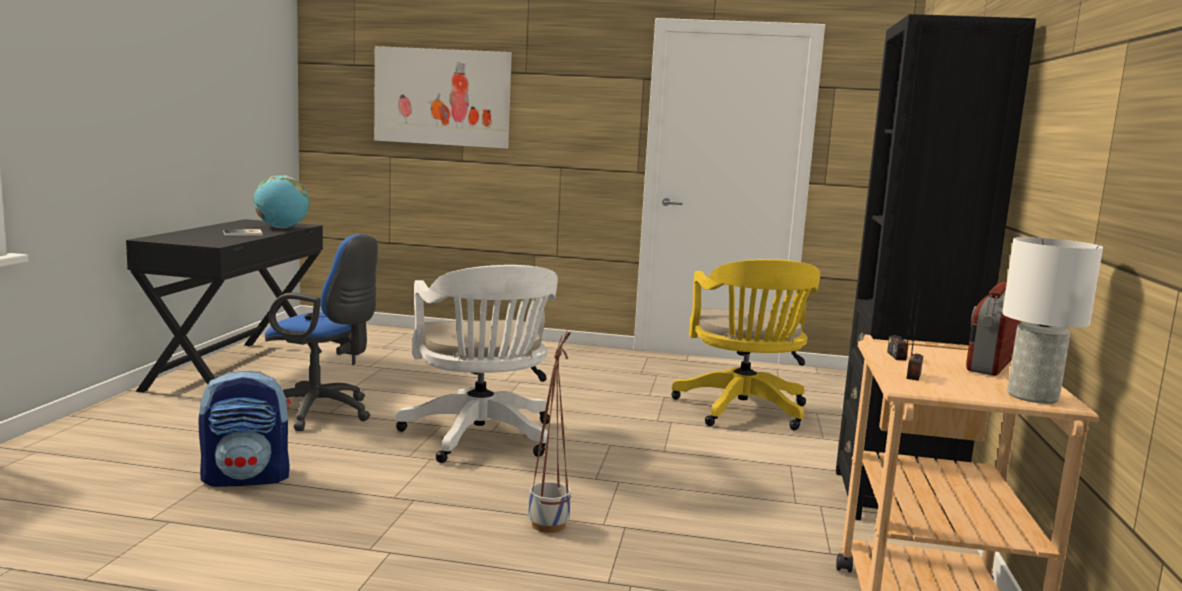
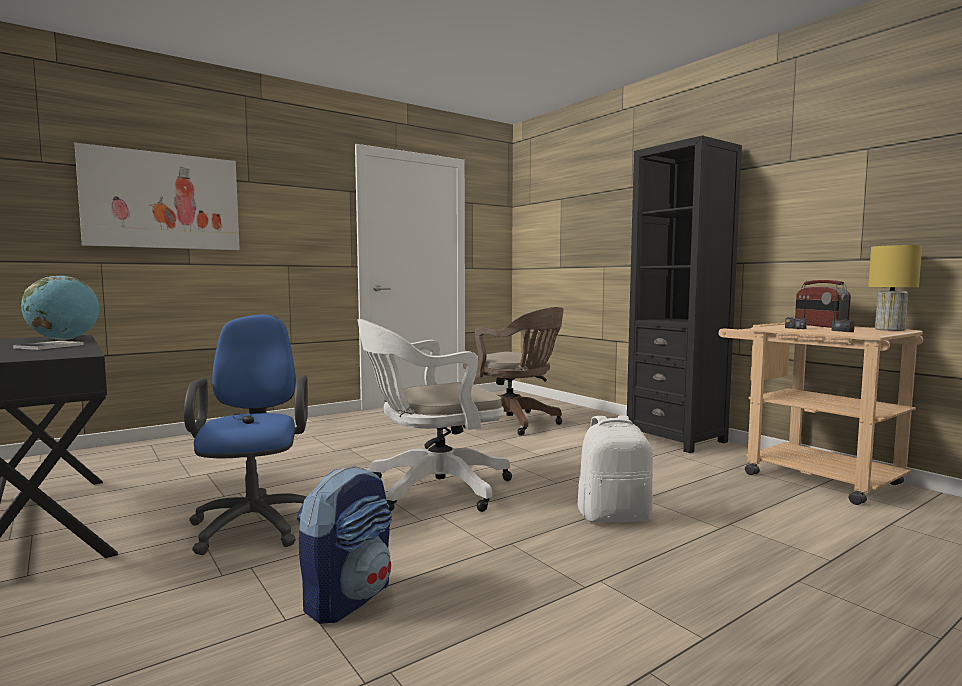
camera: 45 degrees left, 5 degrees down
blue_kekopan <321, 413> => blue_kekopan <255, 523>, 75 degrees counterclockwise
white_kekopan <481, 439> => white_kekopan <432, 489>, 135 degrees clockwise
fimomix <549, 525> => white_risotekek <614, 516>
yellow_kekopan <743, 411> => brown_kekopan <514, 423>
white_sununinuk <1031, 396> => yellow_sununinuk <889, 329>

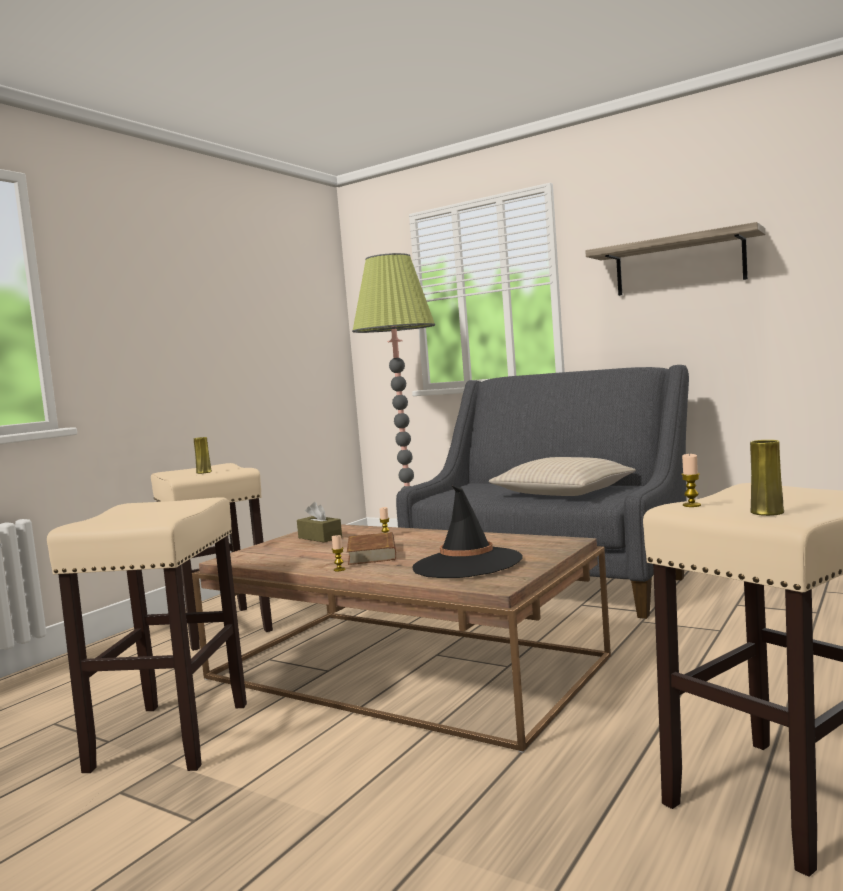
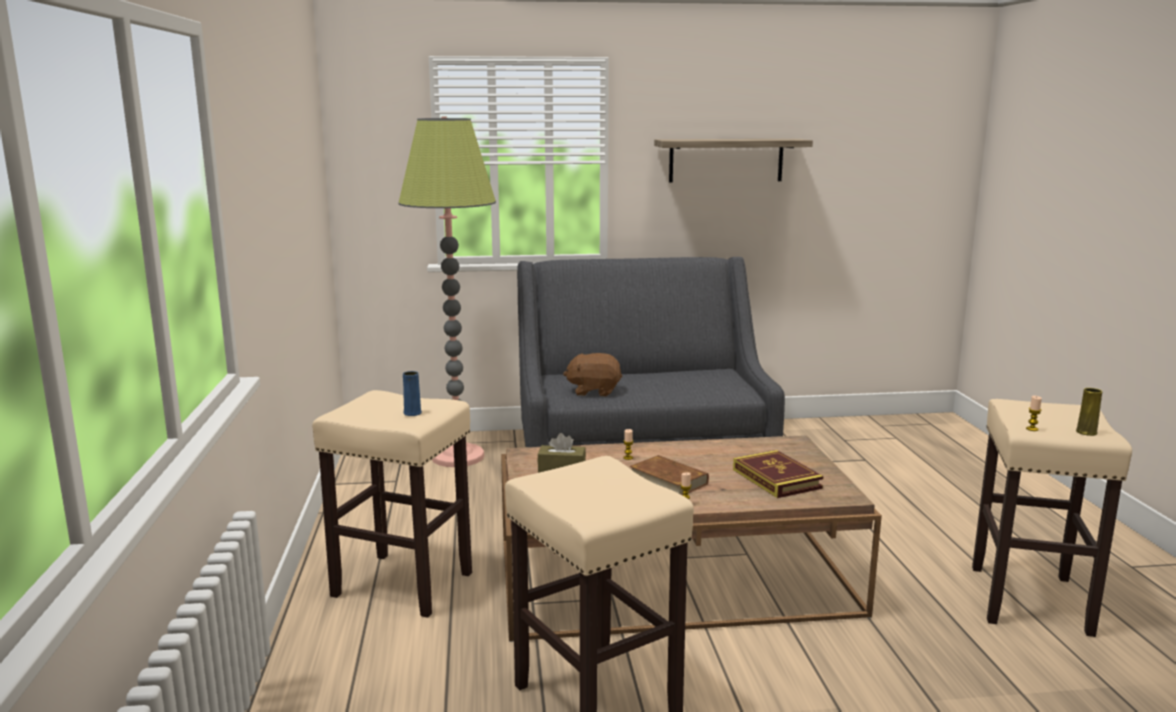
camera: 40 degrees left, 10 degrees up
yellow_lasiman <204, 472> => blue_lasiman <412, 413>
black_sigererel <467, 564> => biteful <776, 479>
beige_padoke <563, 492> => nothing
nothing => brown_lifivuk <594, 391>

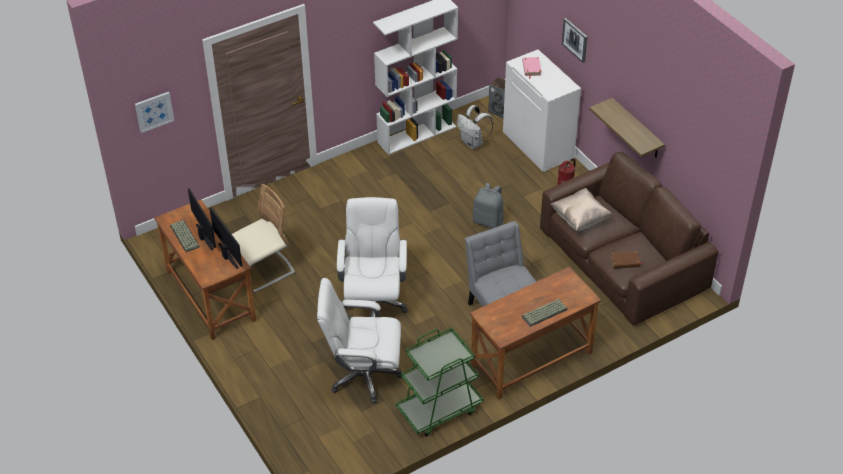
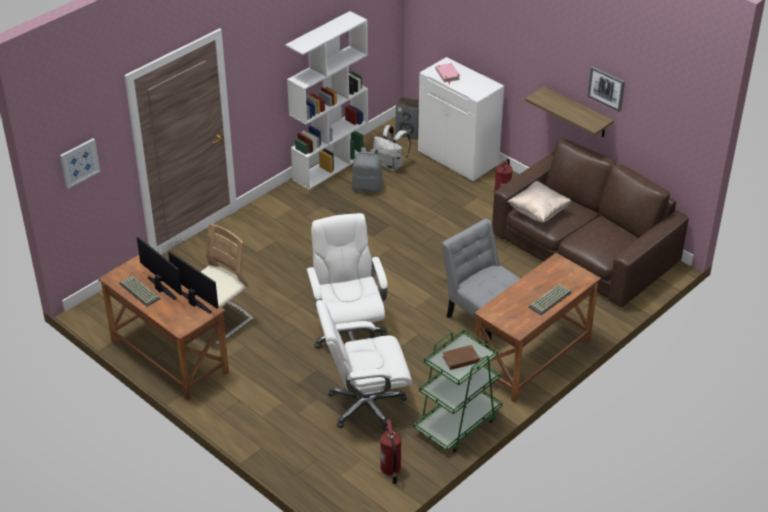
camera: 15 degrees left, 5 degrees down
grey_risotekek <488, 221> => grey_risotekek <367, 187>, relocated
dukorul <575, 40> => dukorul <606, 88>, relocated
brown_biteful <625, 261> => brown_biteful <461, 359>, relocated
nothing => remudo <390, 470>

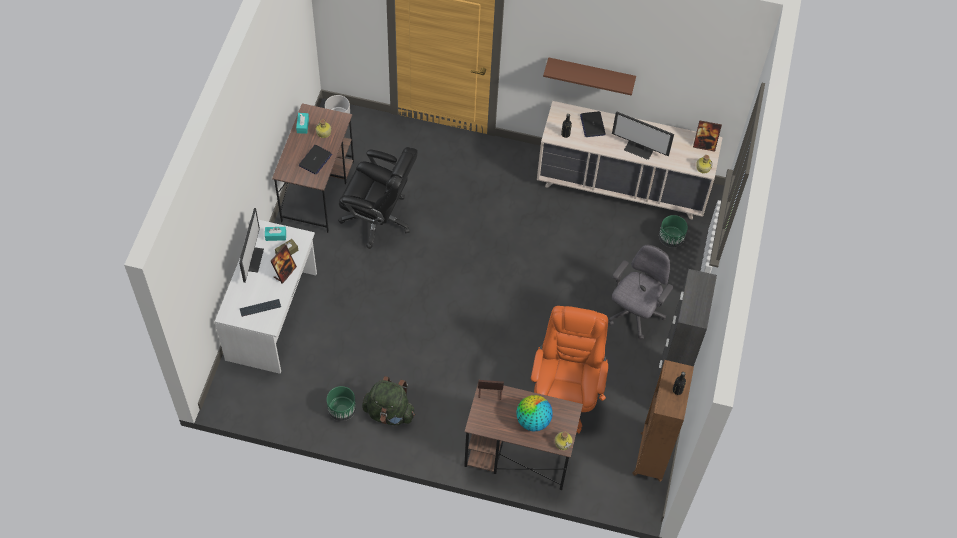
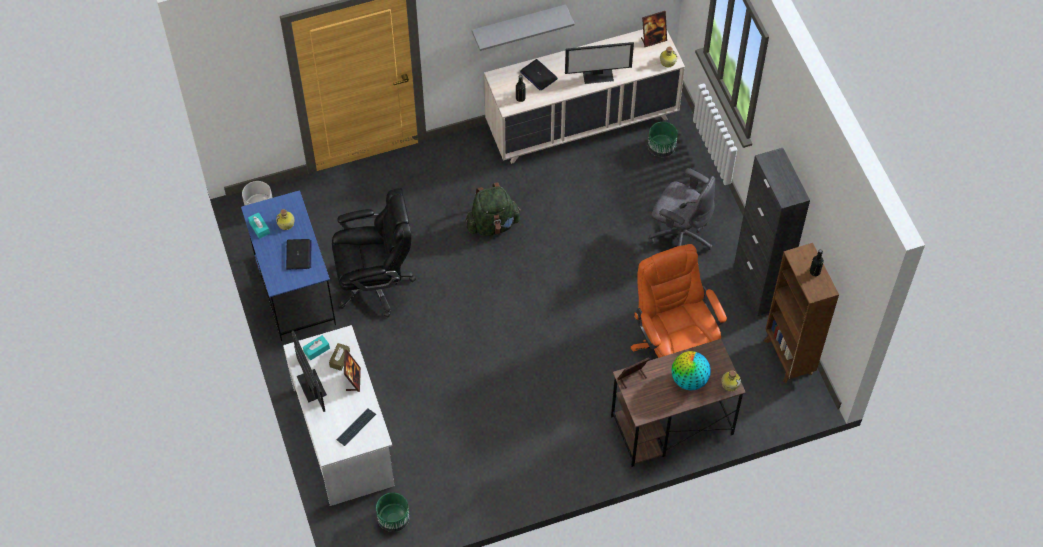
camera: 30 degrees left, 0 degrees up
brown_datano <318, 190> => blue_datano <294, 289>
green_fimomix <341, 410> => green_fimomix <393, 519>, relocated
green_risotekek <389, 413> => green_risotekek <493, 224>, relocated
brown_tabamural <590, 74> => grey_tabamural <518, 26>
grey_kekopan <634, 314> => grey_kekopan <680, 236>, 120 degrees clockwise

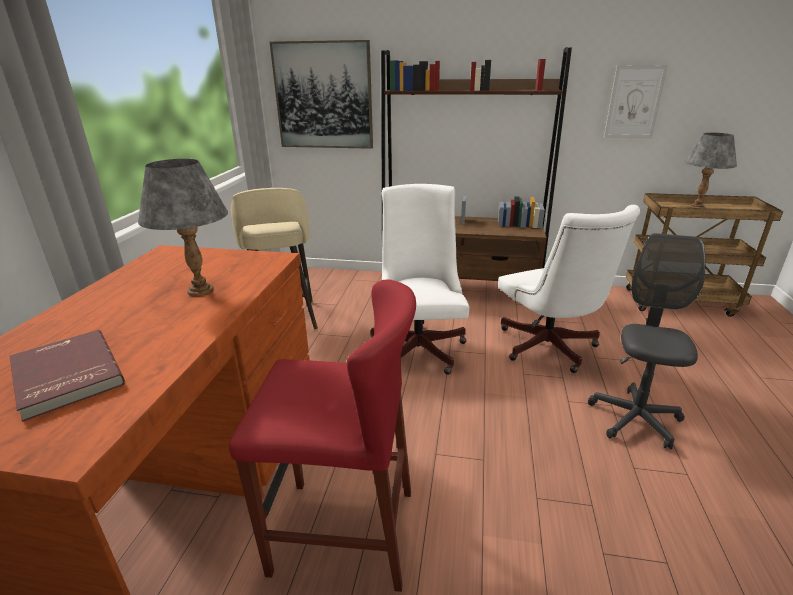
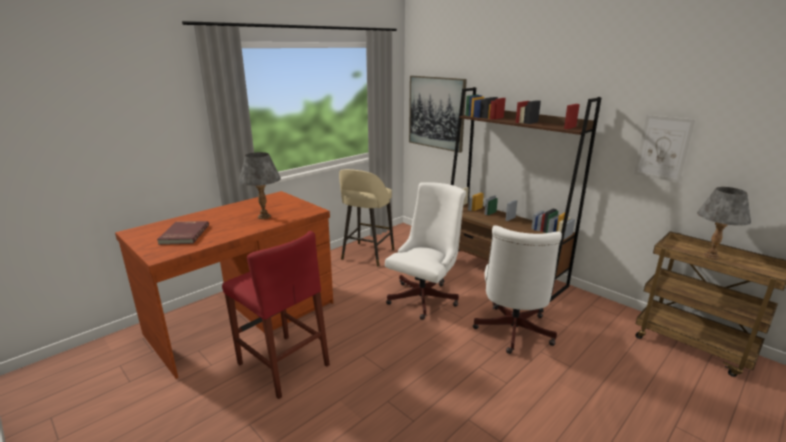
camera: 35 degrees right, 5 degrees down
grey_kekopan <634, 419> => nothing

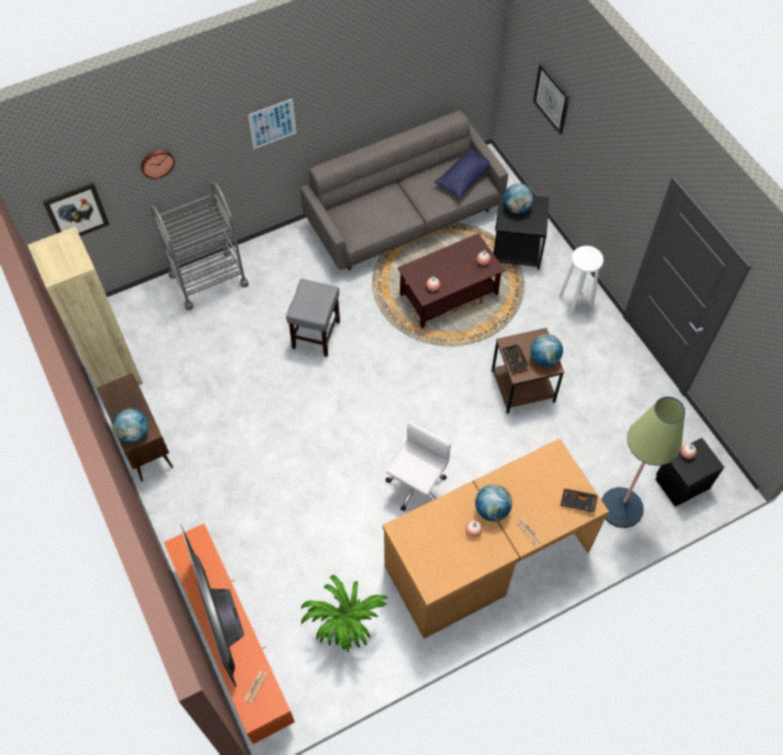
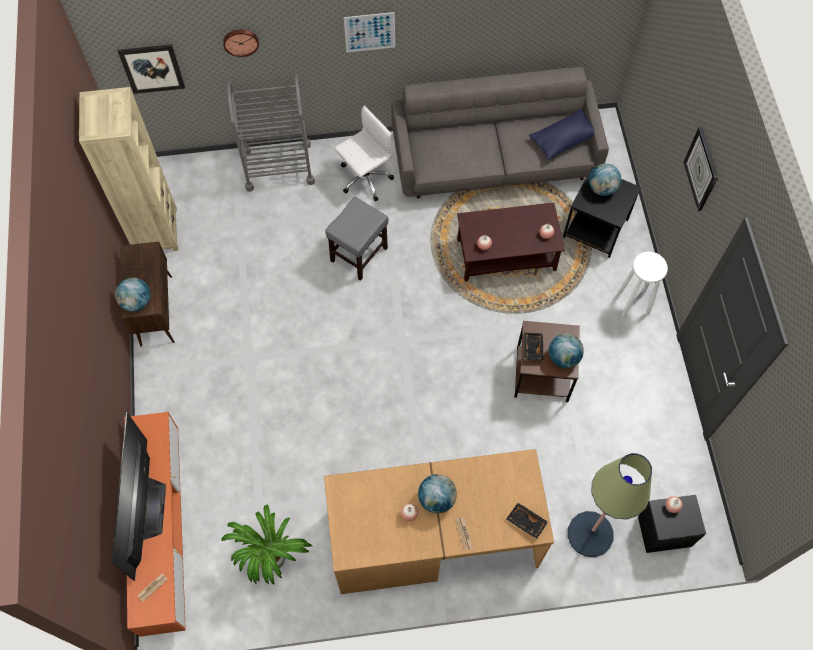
camera: 20 degrees right, 5 degrees up
white_kekopan <416, 488> => white_kekopan <364, 179>, relocated
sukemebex <552, 98> => sukemebex <701, 169>, relocated

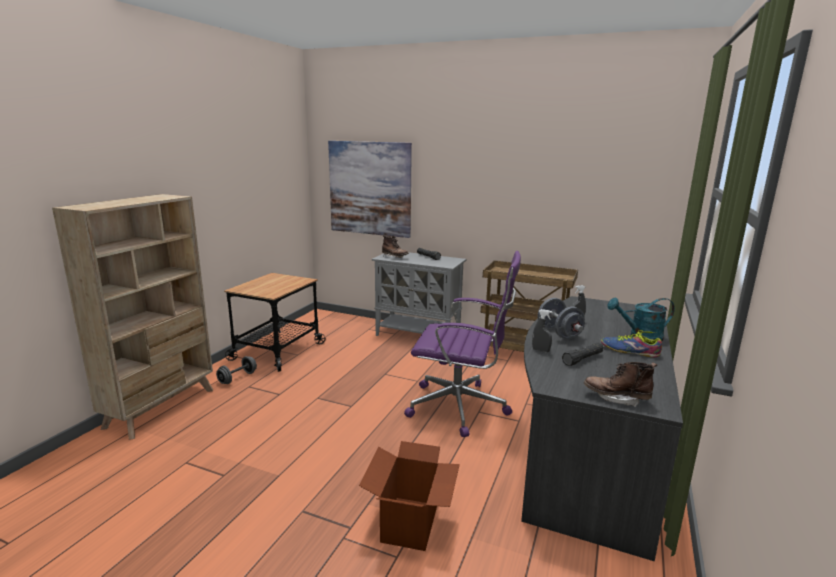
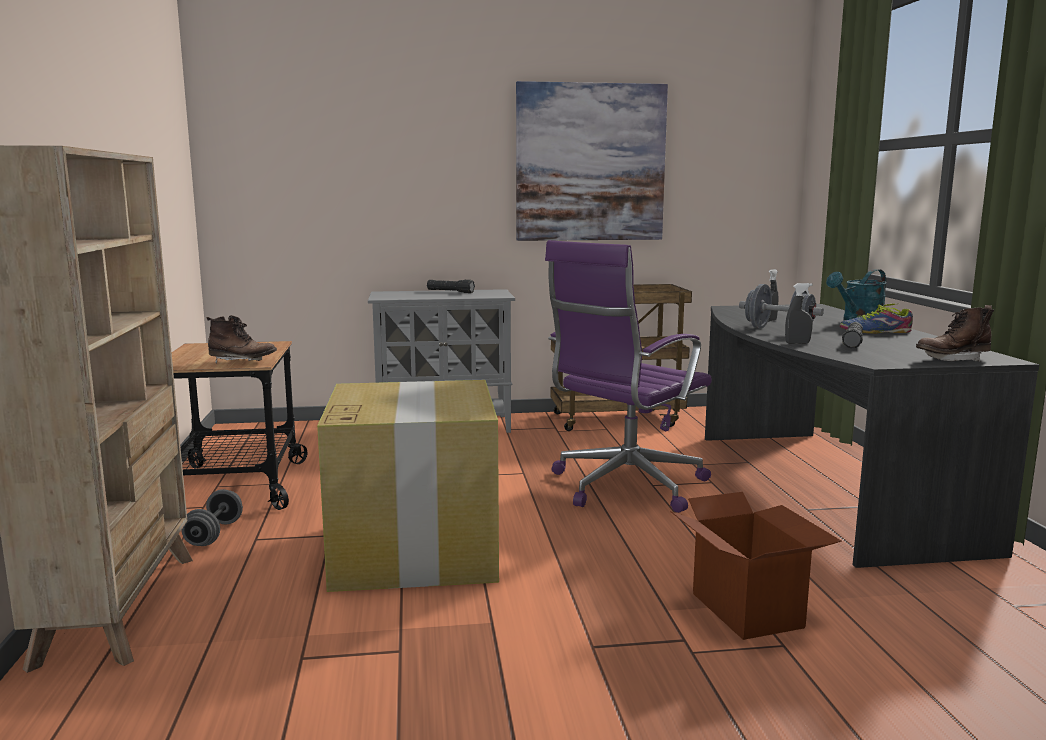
camera: 30 degrees left, 5 degrees down
dukorul <370, 188> => dukorul <590, 163>, relocated
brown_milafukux <394, 257> => brown_milafukux <242, 362>, relocated
purple_kekopan <460, 407> => purple_kekopan <624, 486>, 150 degrees clockwise
nothing => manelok <415, 549>

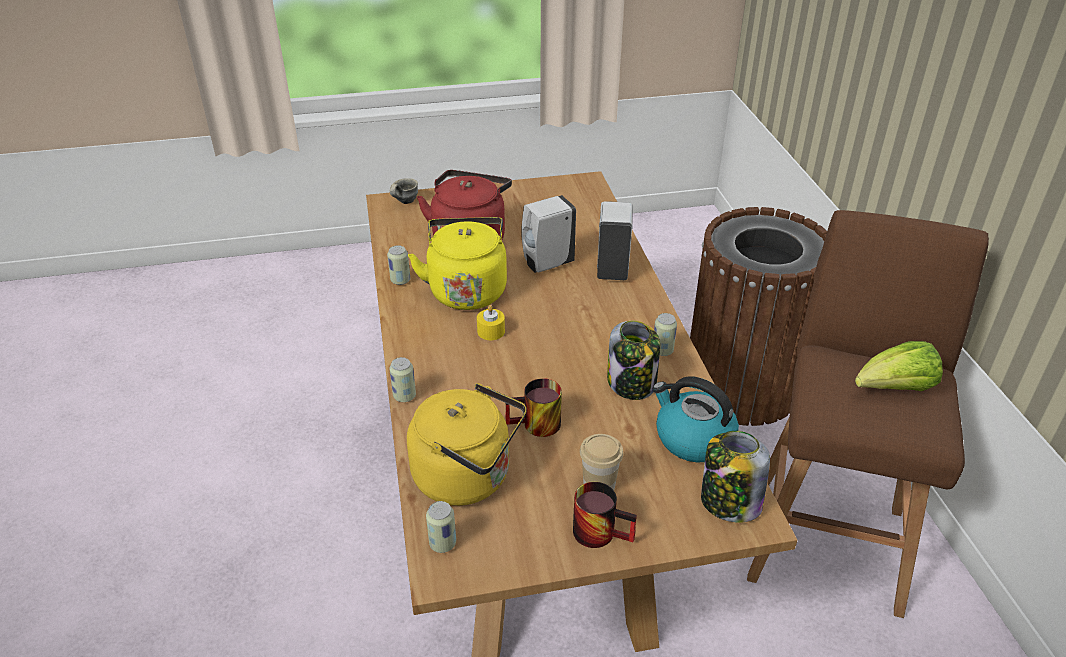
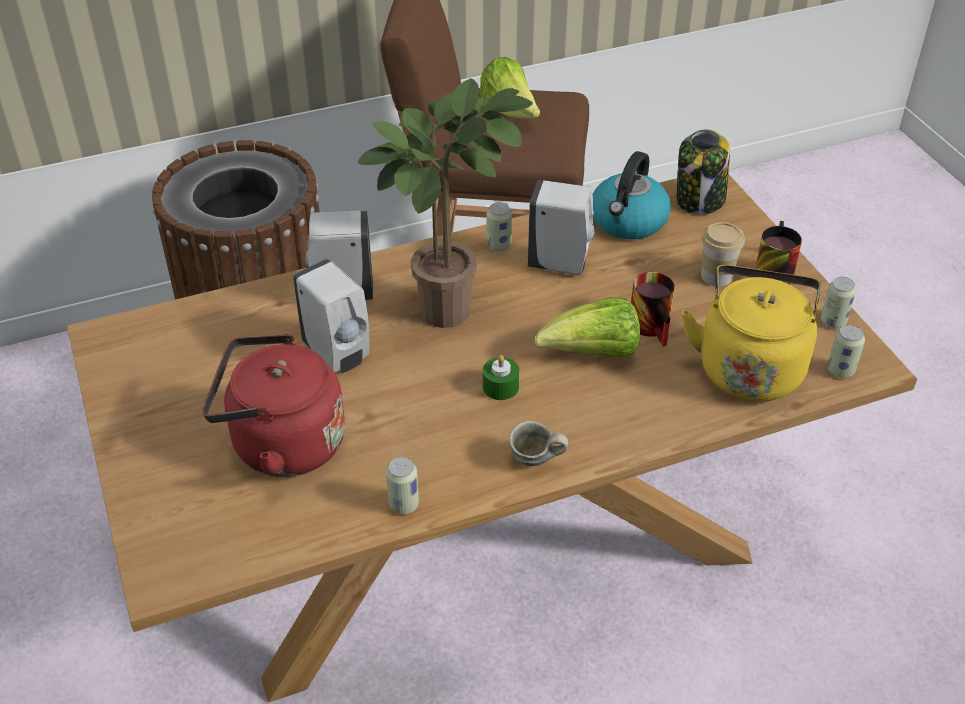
camera: 100 degrees left, 5 degrees up
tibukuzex <404, 396> => tibukuzex <833, 321>, relocated
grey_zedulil <403, 202> => grey_zedulil <534, 463>, relocated
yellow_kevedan <467, 289> => nothing
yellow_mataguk <491, 331> => green_mataguk <500, 387>
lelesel <632, 383> => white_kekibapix <561, 264>
nothing => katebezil <448, 305>
nothing => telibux <593, 353>

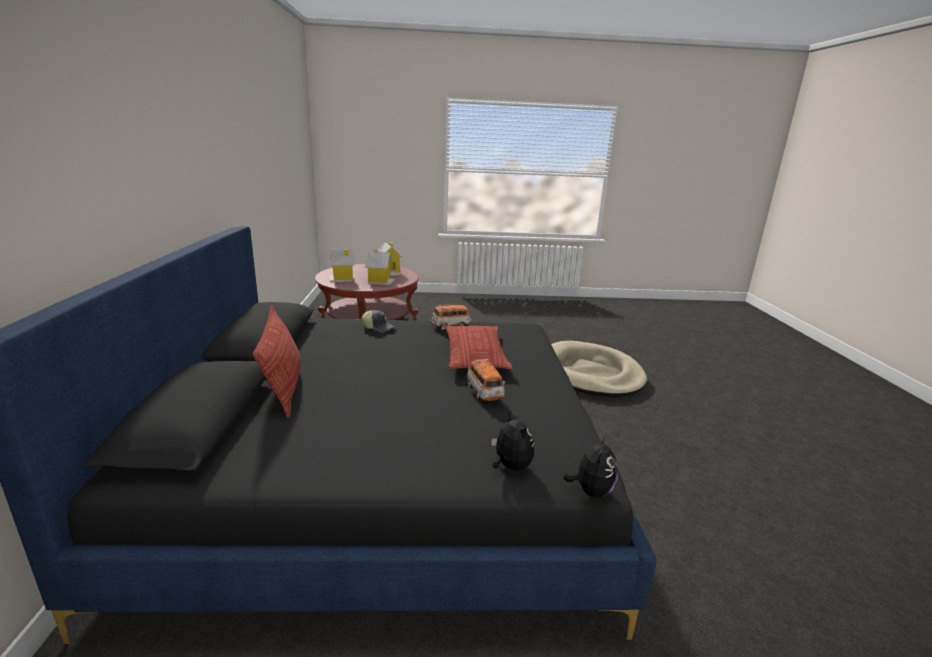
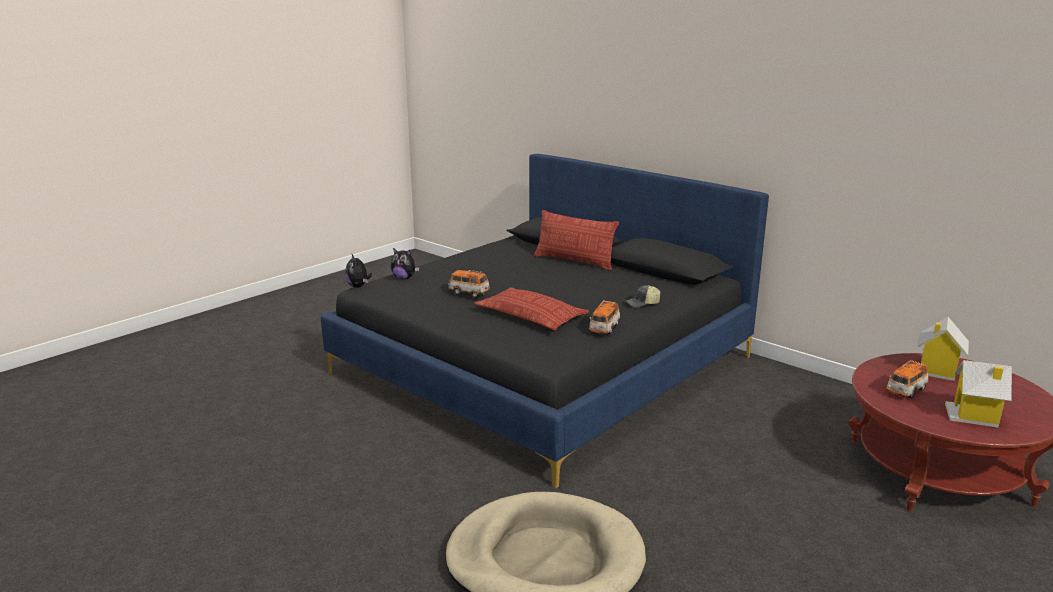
camera: 135 degrees right, 0 degrees up
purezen <380, 281> => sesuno <905, 391>

